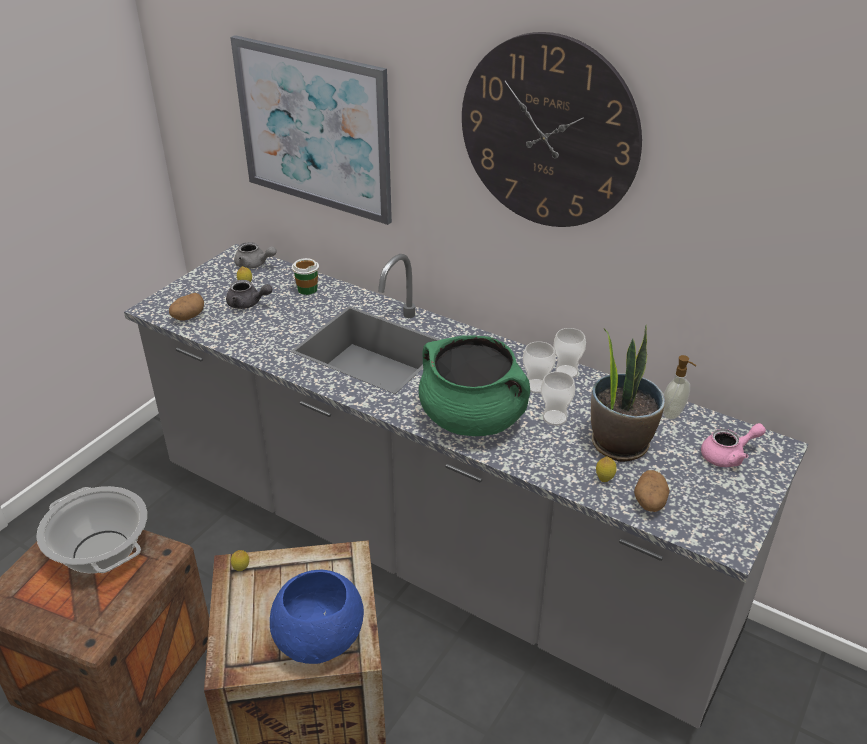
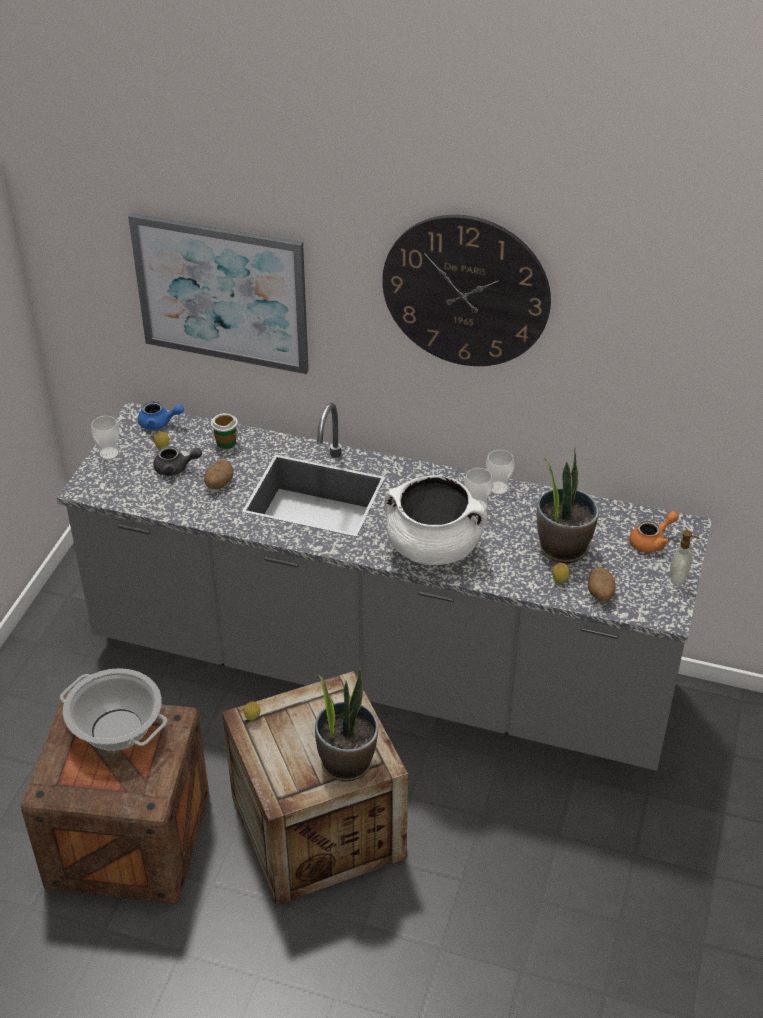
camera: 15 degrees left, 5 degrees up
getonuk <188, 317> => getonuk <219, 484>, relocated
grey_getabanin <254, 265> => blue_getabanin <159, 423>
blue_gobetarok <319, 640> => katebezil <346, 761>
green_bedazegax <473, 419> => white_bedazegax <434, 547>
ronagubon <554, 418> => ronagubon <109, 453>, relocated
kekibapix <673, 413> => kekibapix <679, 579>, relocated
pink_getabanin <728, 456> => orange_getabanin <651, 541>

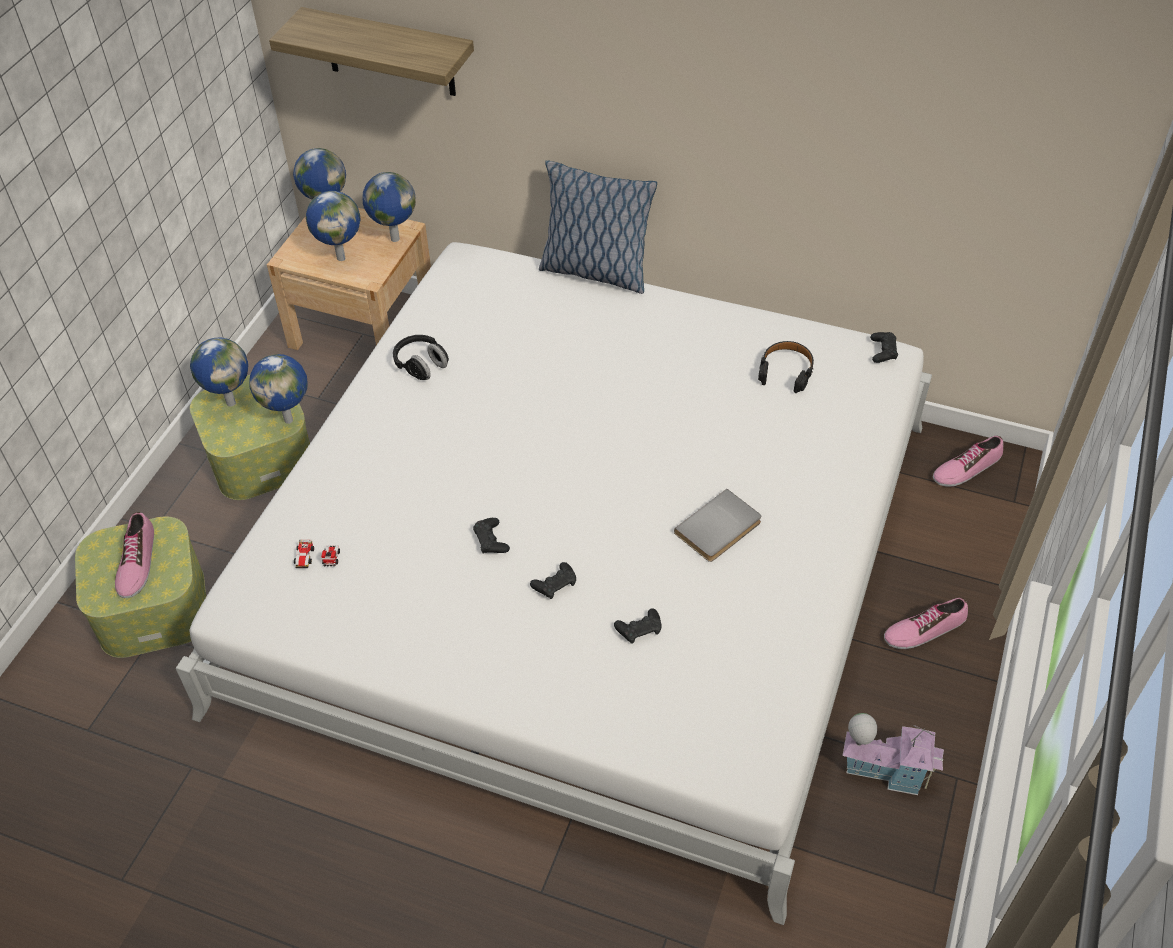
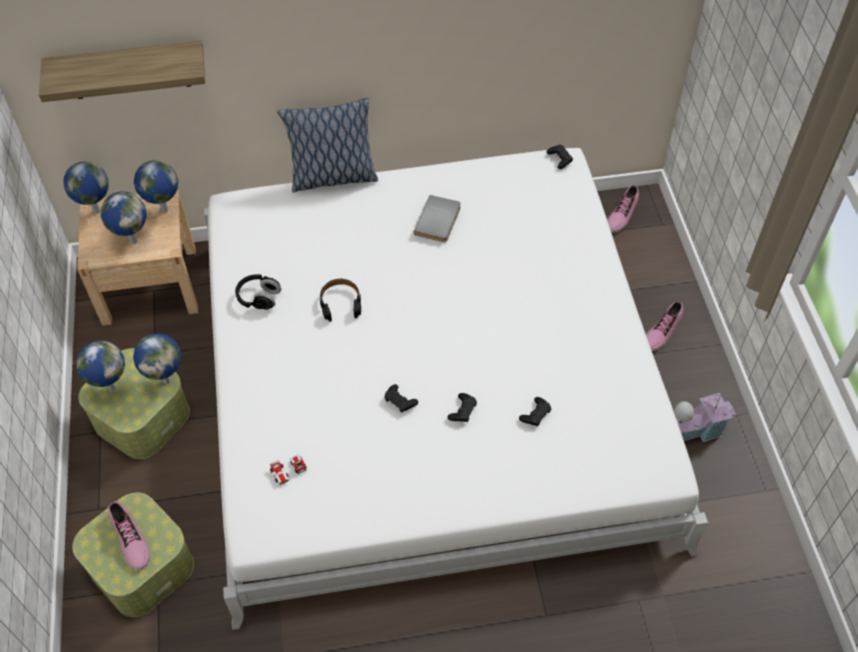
camera: 30 degrees left, 5 degrees up
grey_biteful <720, 529> => grey_biteful <439, 221>, relocated
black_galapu <786, 371> => black_galapu <340, 303>, relocated

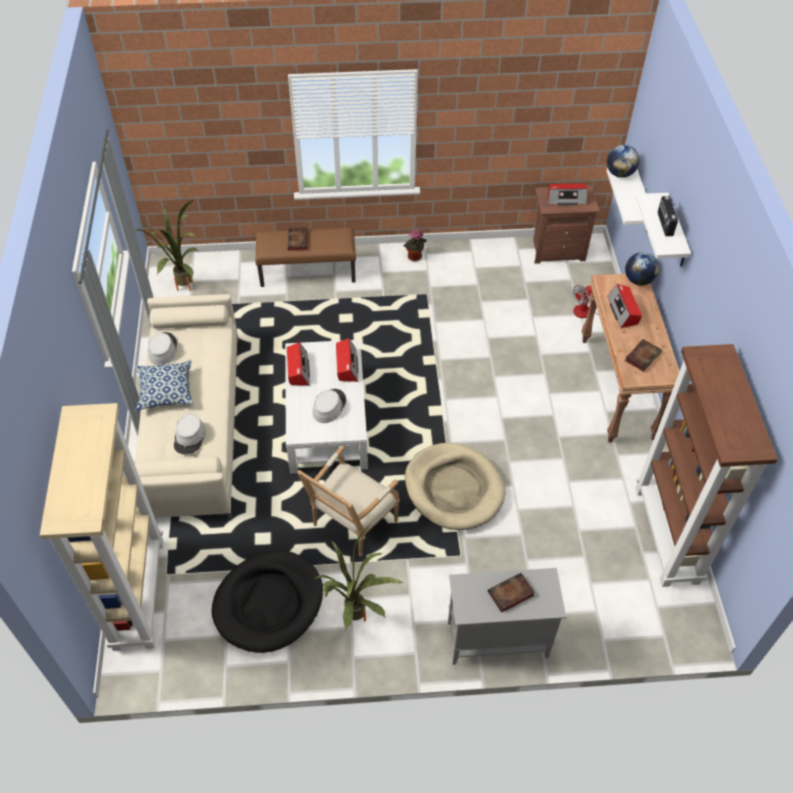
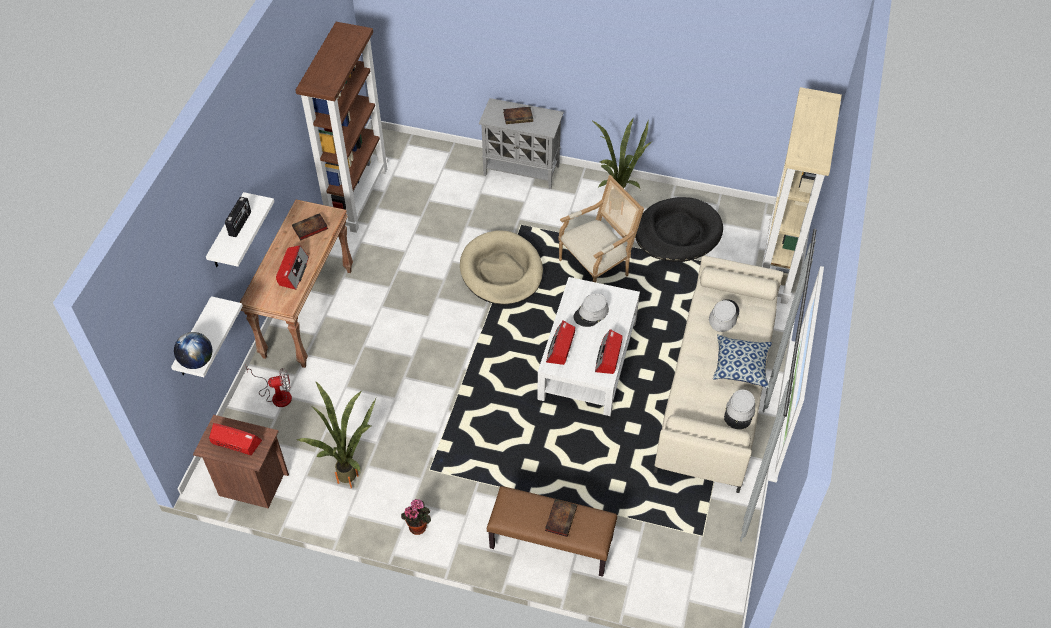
camera: 160 degrees left, 0 degrees up
katebezil <182, 289> => katebezil <352, 475>, relocated
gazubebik <638, 280> => nothing

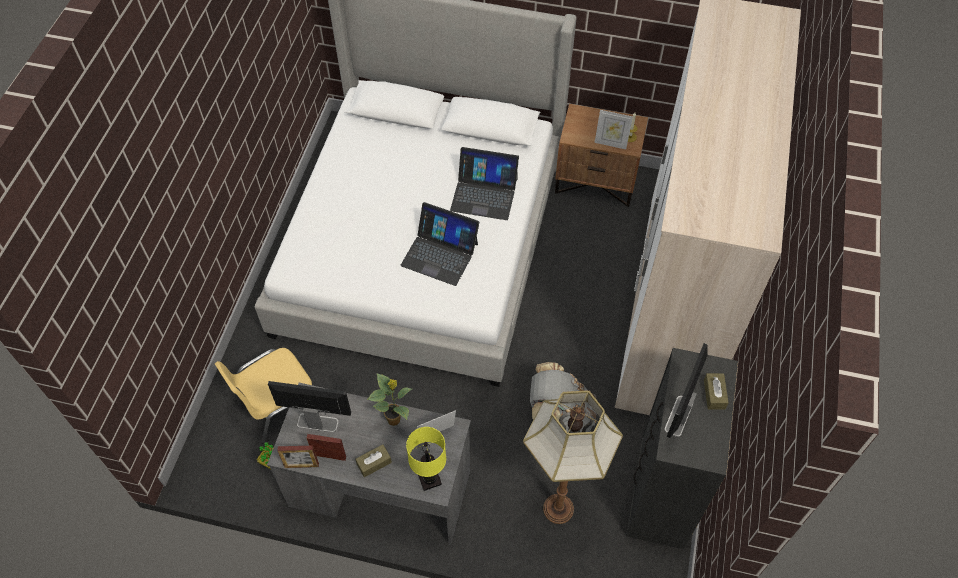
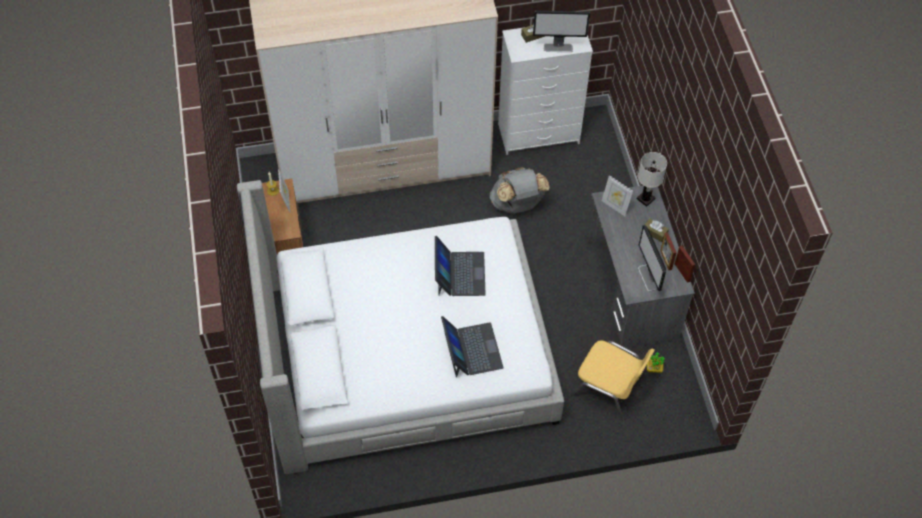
camera: 115 degrees left, 0 degrees up
katebezil <394, 419> => nothing
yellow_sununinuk <429, 479> => white_sununinuk <645, 199>
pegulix <484, 194> => pegulix <472, 350>, relocated
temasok <558, 510> => nothing
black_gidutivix <661, 493> => white_gidutivix <539, 134>

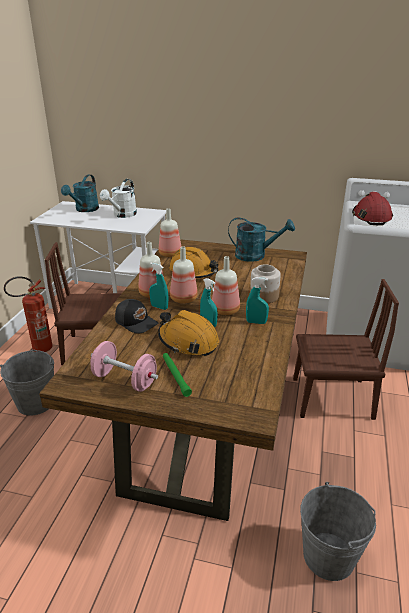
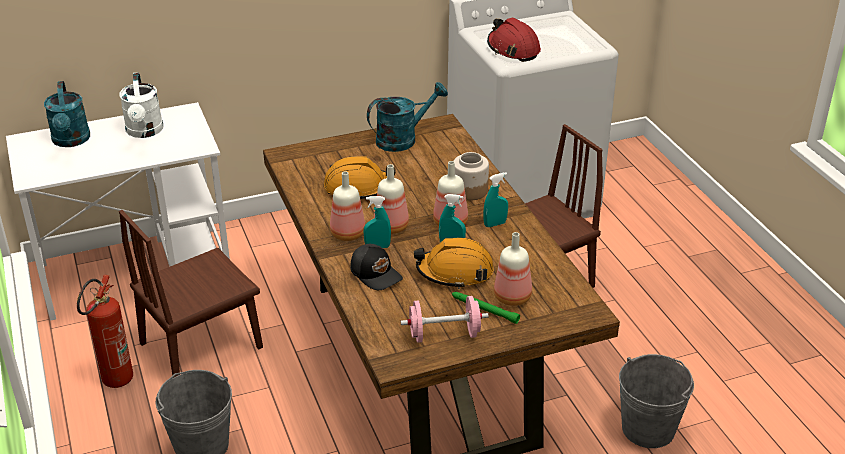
camera: 35 degrees left, 5 degrees up
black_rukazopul <136, 322> => black_rukazopul <376, 274>, 45 degrees clockwise
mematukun <171, 254> => mematukun <513, 296>, relocated

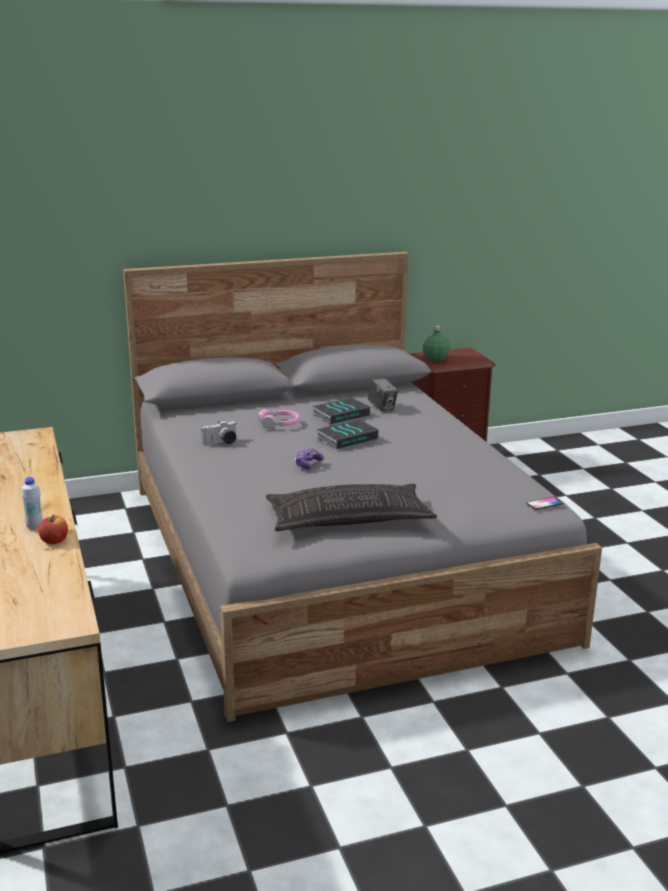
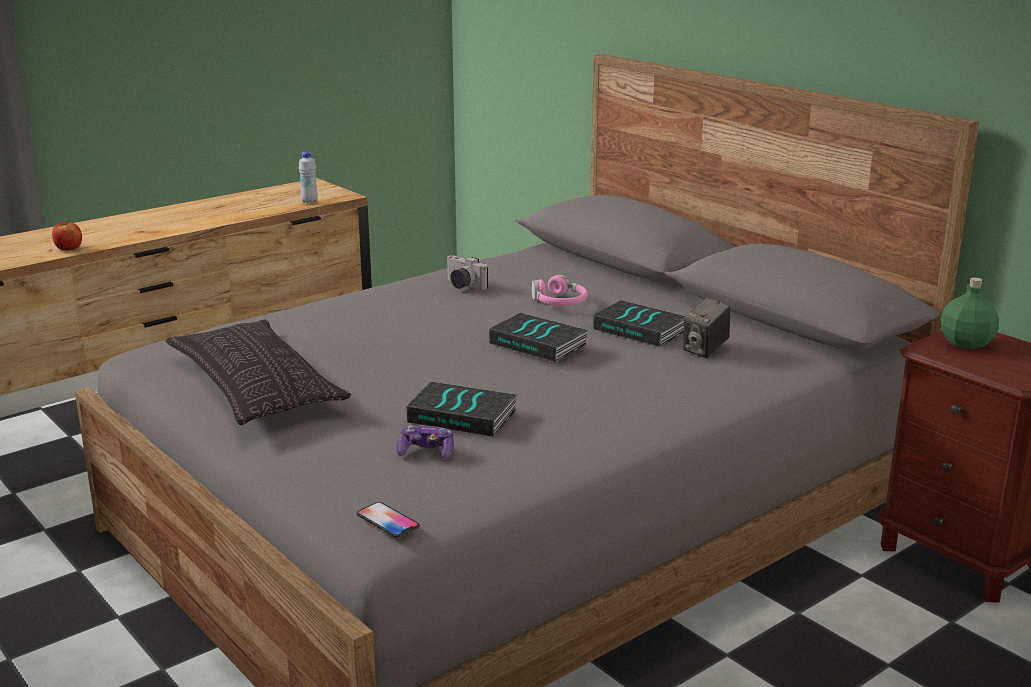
camera: 70 degrees right, 0 degrees up
white_mematukun <34, 527> => white_mematukun <309, 202>, relocated
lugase <308, 464> => lugase <426, 452>, relocated
nothing => biteful <463, 416>

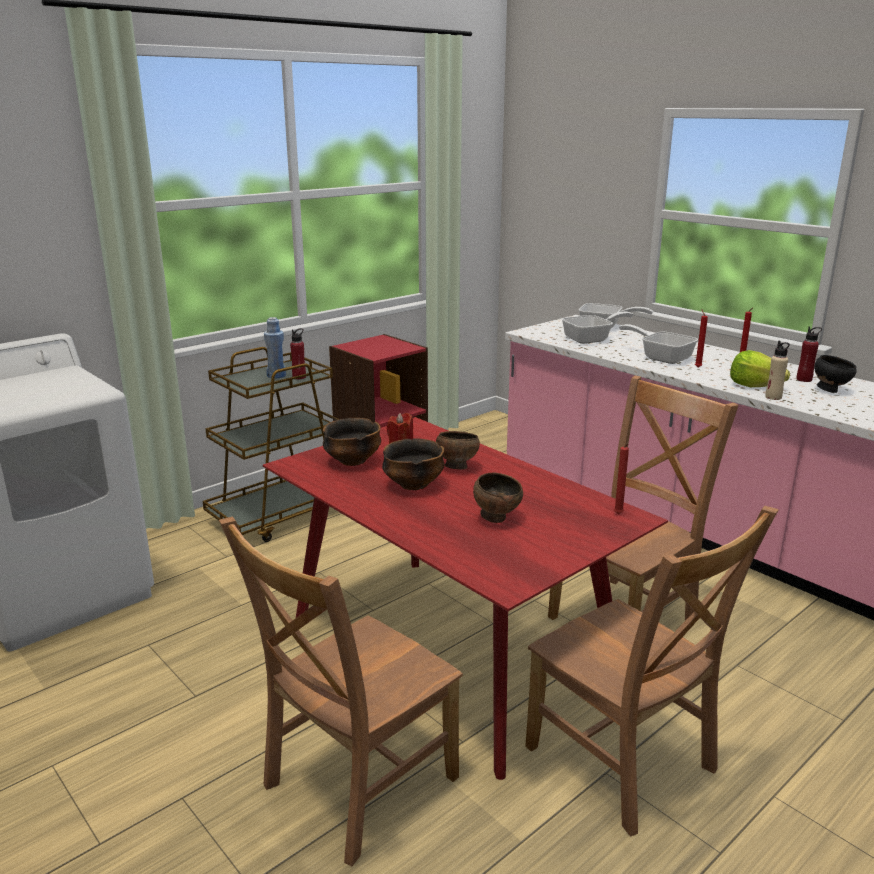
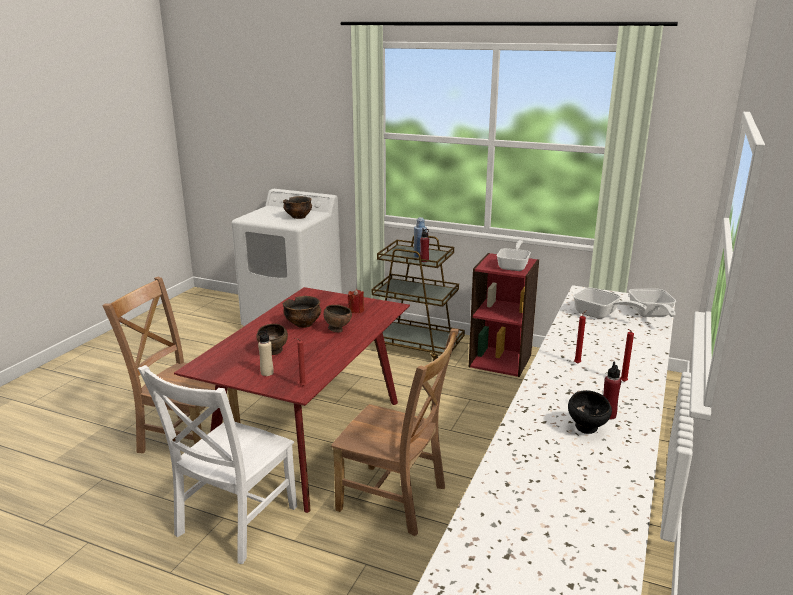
camera: 65 degrees right, 0 degrees up
gobetarok <352, 461> => gobetarok <298, 217>, relocated
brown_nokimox <625, 763> => white_nokimox <233, 524>
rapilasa <661, 357> => rapilasa <514, 266>, relocated
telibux <754, 385> => nothing
beige_mematukun <773, 397> => beige_mematukun <267, 373>, relocated

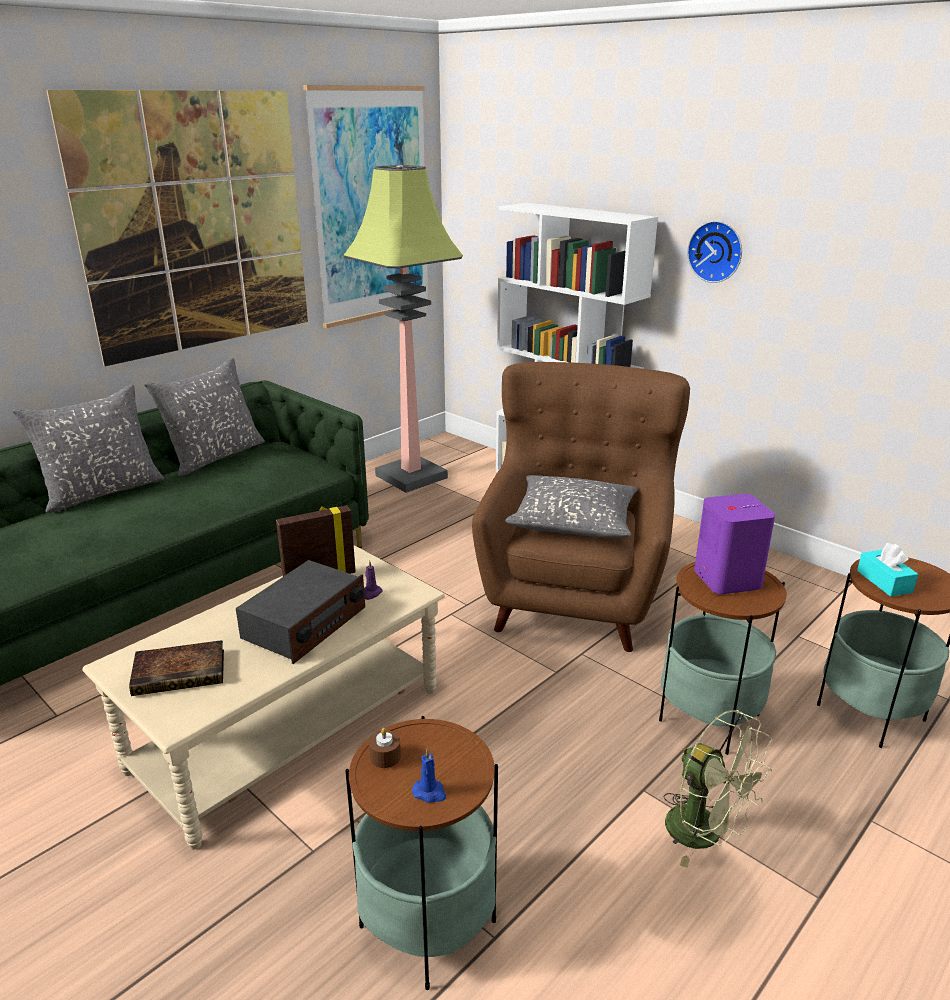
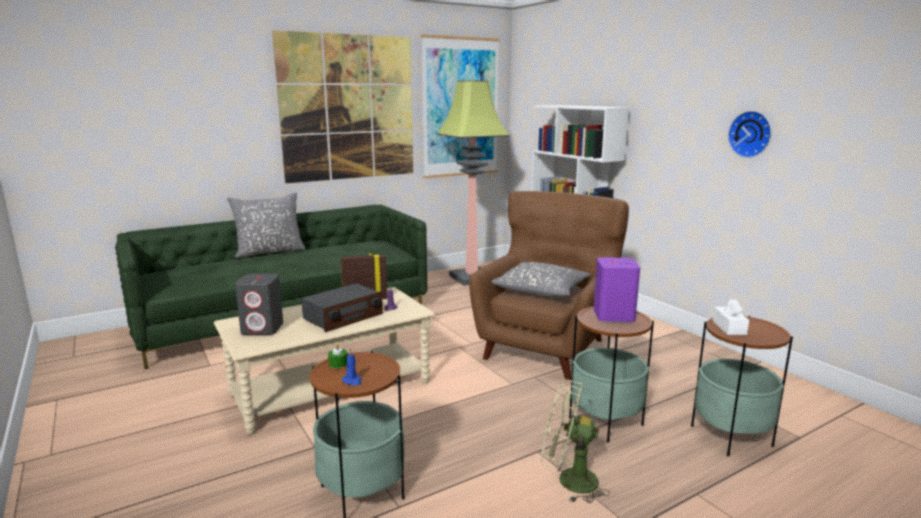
camera: 15 degrees right, 10 degrees down
biteful <182, 672> => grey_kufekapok <263, 328>
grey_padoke <214, 456> => nothing
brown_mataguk <385, 756> => green_mataguk <338, 364>
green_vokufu <705, 834> => green_vokufu <568, 480>, 135 degrees clockwise
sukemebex <716, 251> => sukemebex <751, 134>, relocated
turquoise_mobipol <884, 581> => white_mobipol <729, 327>

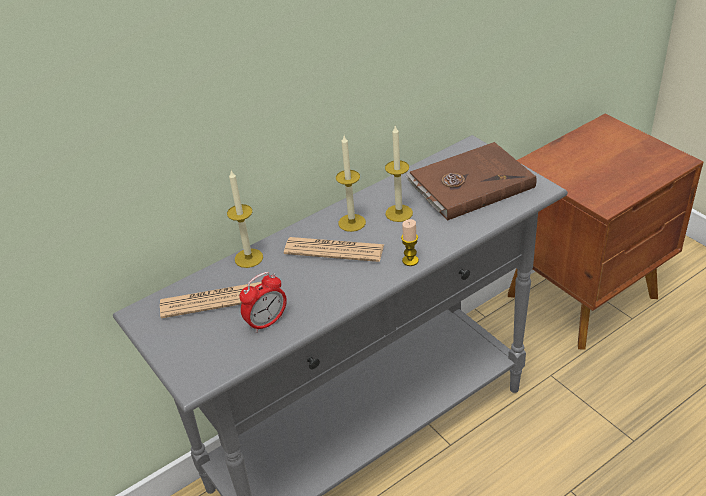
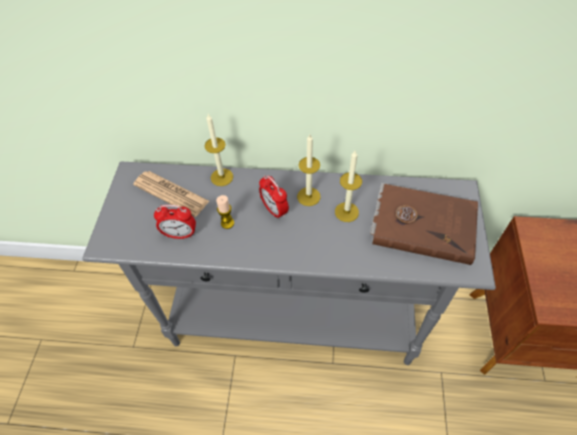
camera: 40 degrees right, 15 degrees up
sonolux <334, 250> => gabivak <274, 210>
mataguk <410, 260> => mataguk <227, 223>, relocated

